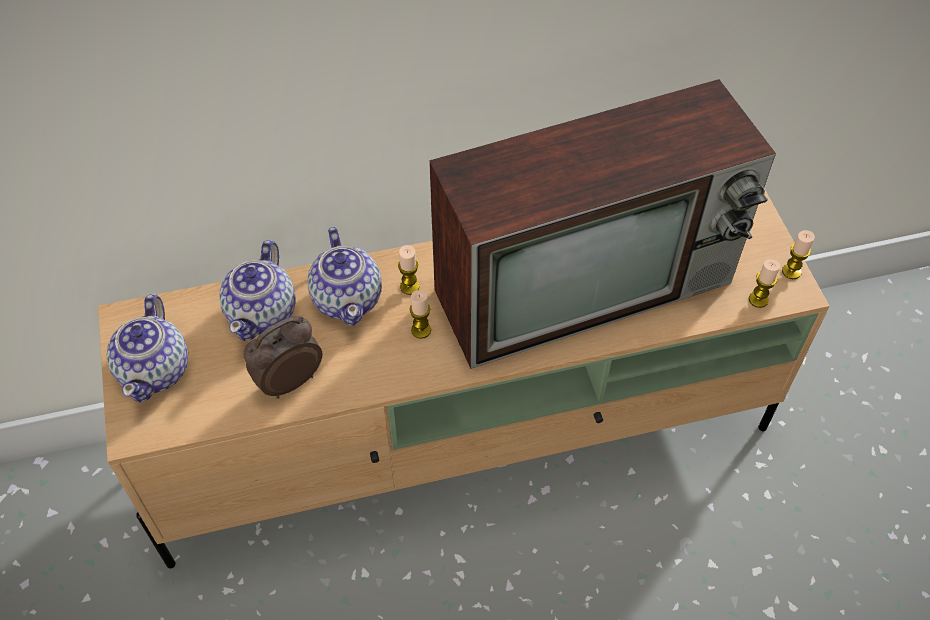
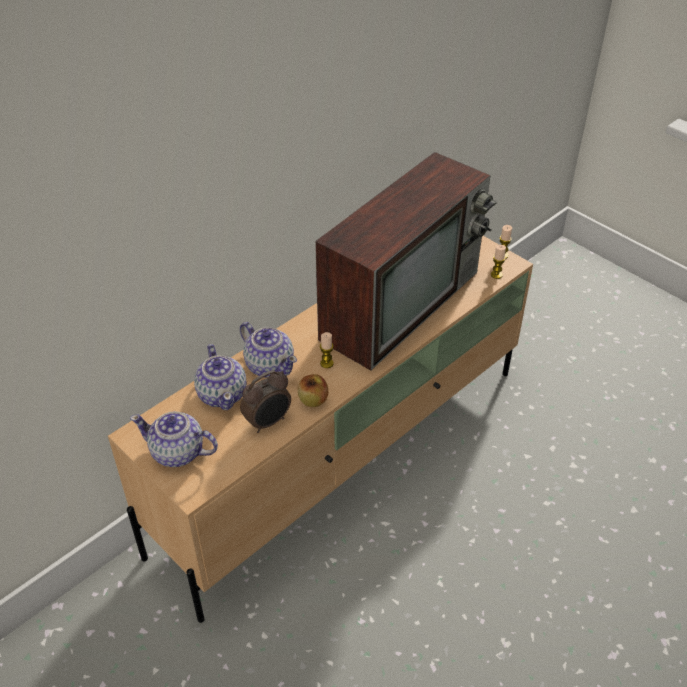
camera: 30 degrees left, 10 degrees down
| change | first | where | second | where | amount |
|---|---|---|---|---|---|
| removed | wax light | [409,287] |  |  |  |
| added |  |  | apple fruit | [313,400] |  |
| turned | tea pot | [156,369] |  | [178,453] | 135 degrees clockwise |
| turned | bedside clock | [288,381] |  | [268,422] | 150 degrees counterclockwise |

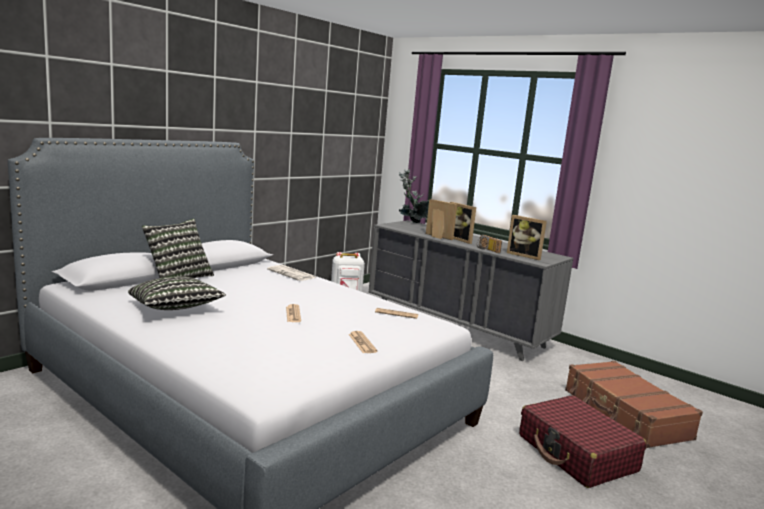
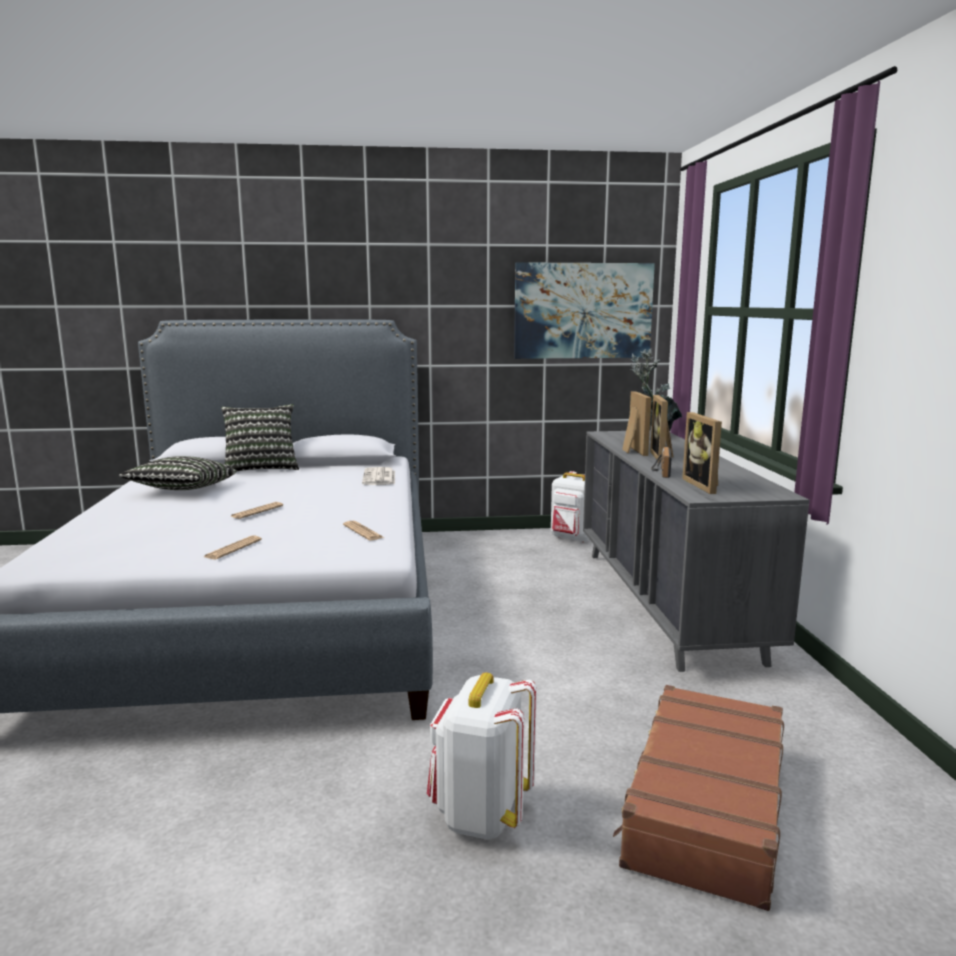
camera: 45 degrees right, 0 degrees up
| change | first | where | second | where | amount |
|---|---|---|---|---|---|
| added |  |  | wall art | [583,311] |  |
| replaced | reddish suitcase | [576,454] | white-coloured backpack | [481,814] |  |

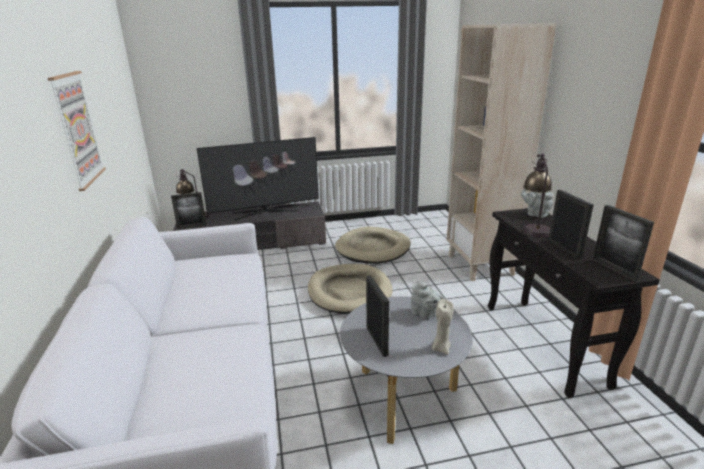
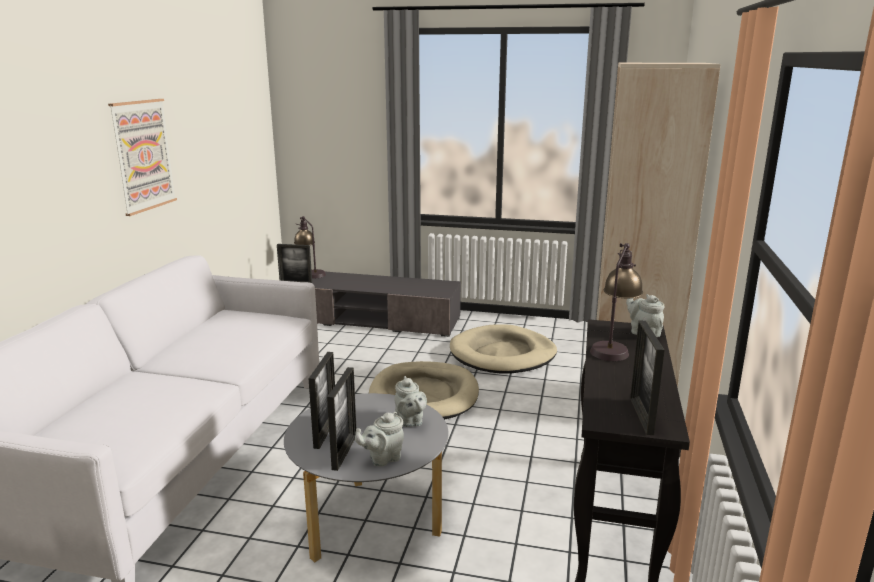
camera: 25 degrees right, 5 degrees down
| change | first | where | second | where | amount |
|---|---|---|---|---|---|
| removed | TV | [265,212] |  |  |  |
| moved | standing frame | [564,249] |  | [344,452] |  |
| replaced | beige-coloured wax light | [441,348] | gray tea pot | [382,458] |  |

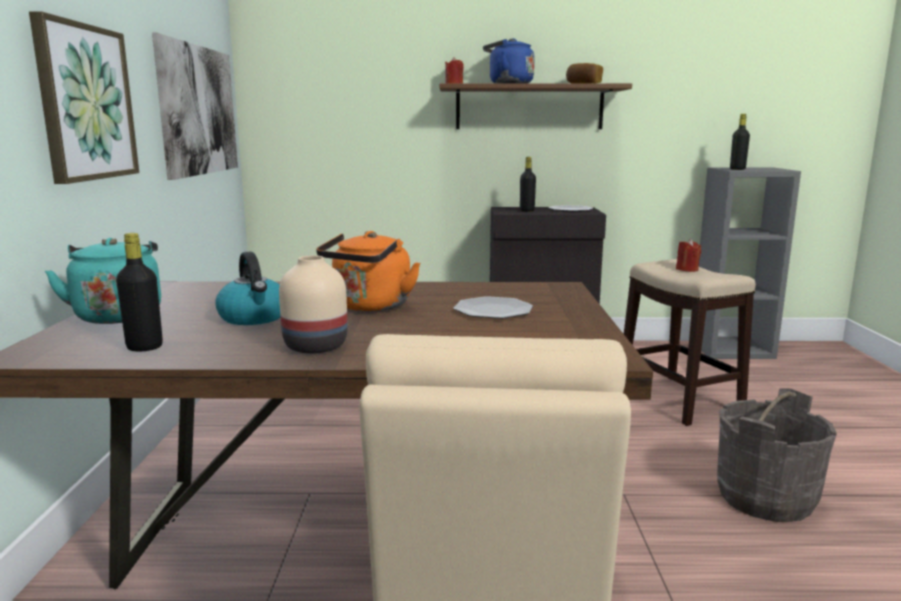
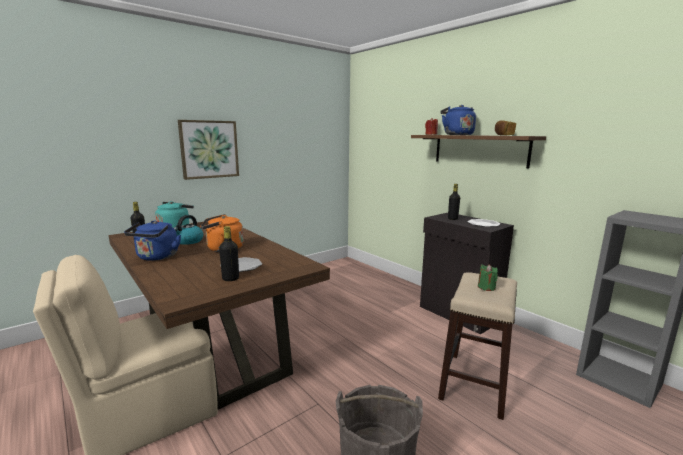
camera: 50 degrees right, 0 degrees up
| change | first | where | second | where | amount |
|---|---|---|---|---|---|
| removed | wall art | [199,110] |  |  |  |
| moved | black beverage bottle | [737,169] |  | [230,279] |  |
| replaced | beige-coloured decorative vase | [315,347] | bluish kettle | [156,257] |  |
| recoloured | reddish wax light | [687,269] | greenish wax light | [486,287] |  |

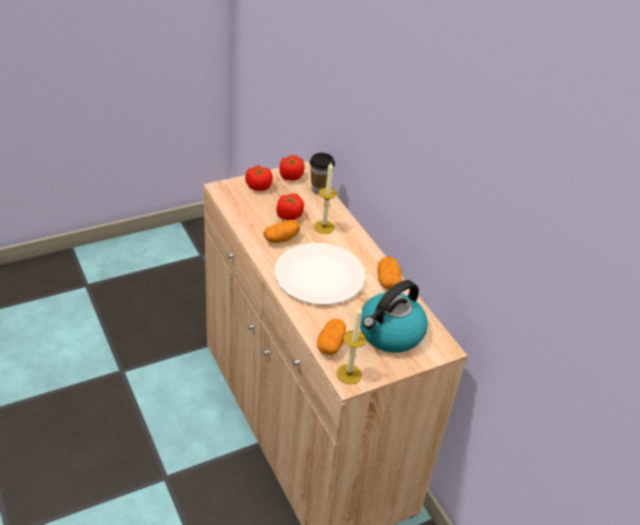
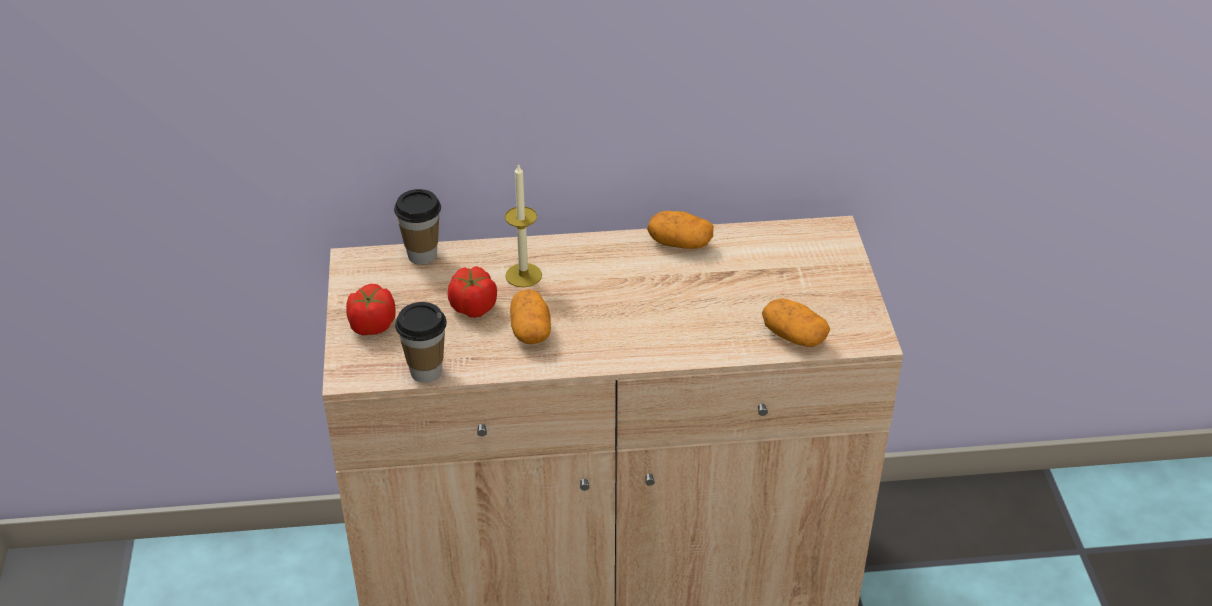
camera: 65 degrees left, 0 degrees up
| change | first | where | second | where | amount |
|---|---|---|---|---|---|
| removed | white-coloured plate | [319,276] |  |  |  |
| removed | whole tomato | [291,176] |  |  |  |
| removed | wax light | [349,374] |  |  |  |
| removed | kettle | [390,333] |  |  |  |
| added |  |  | drinking cup | [426,371] |  |

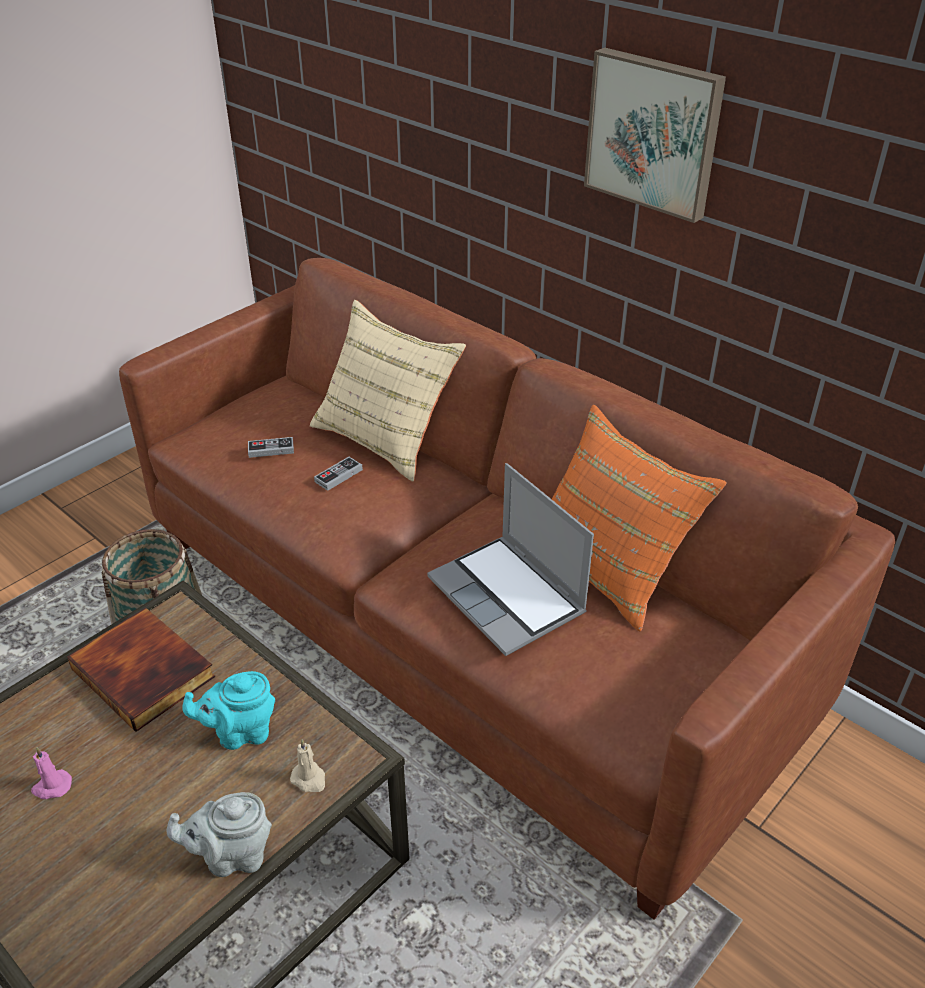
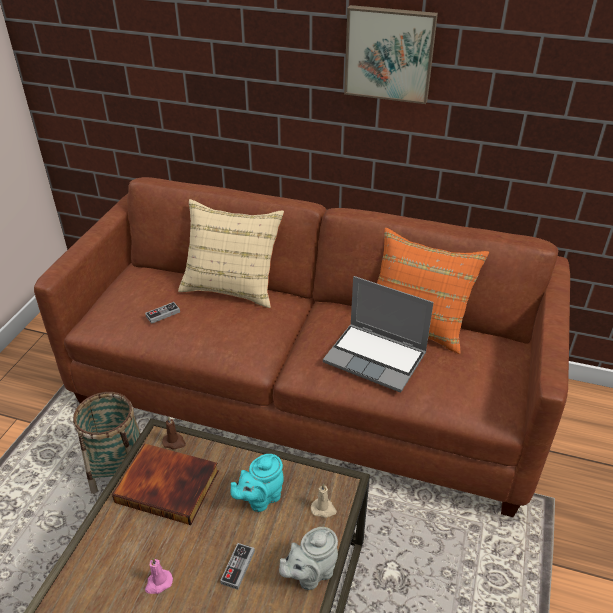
camera: 25 degrees left, 0 degrees up
| change | first | where | second | where | amount |
|---|---|---|---|---|---|
| added |  |  | brown wax light | [174,442] |  |
| moved | gamepad | [338,476] |  | [238,567] |  |

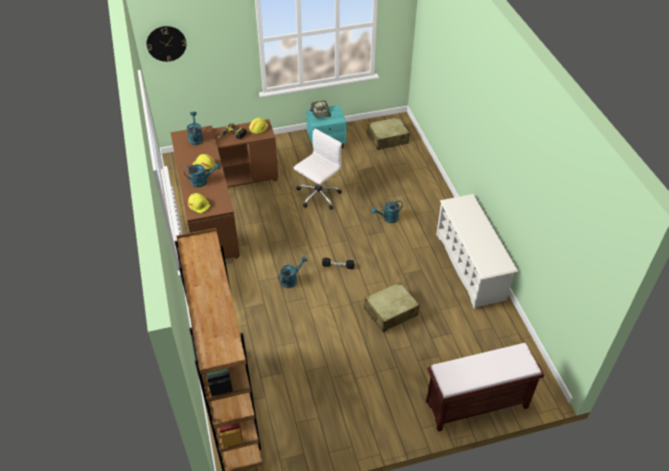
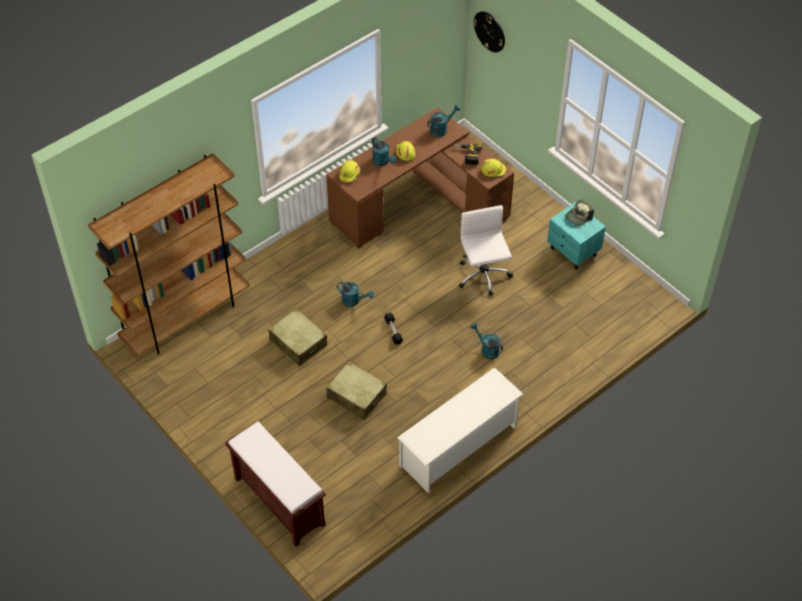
camera: 65 degrees right, 5 degrees up
| change | first | where | second | where | amount |
|---|---|---|---|---|---|
| moved | beige-coloured suitcase | [387,139] |  | [298,342] |  |
| turned | white-coloured computer chair | [318,196] |  | [483,276] | 120 degrees counterclockwise |

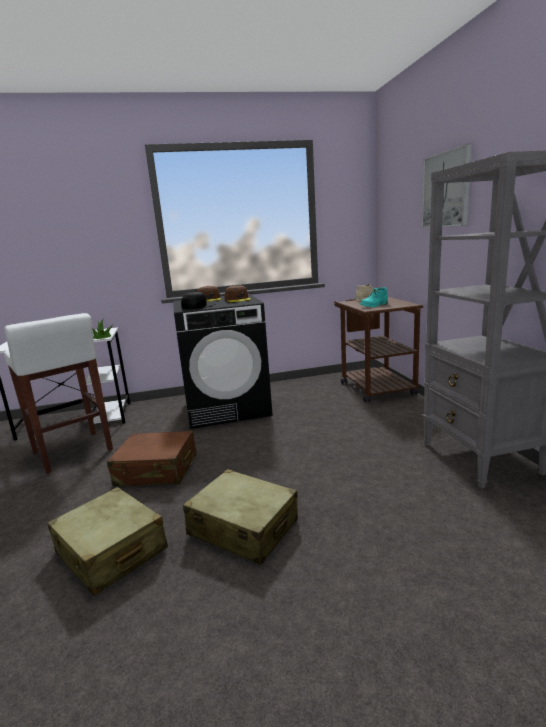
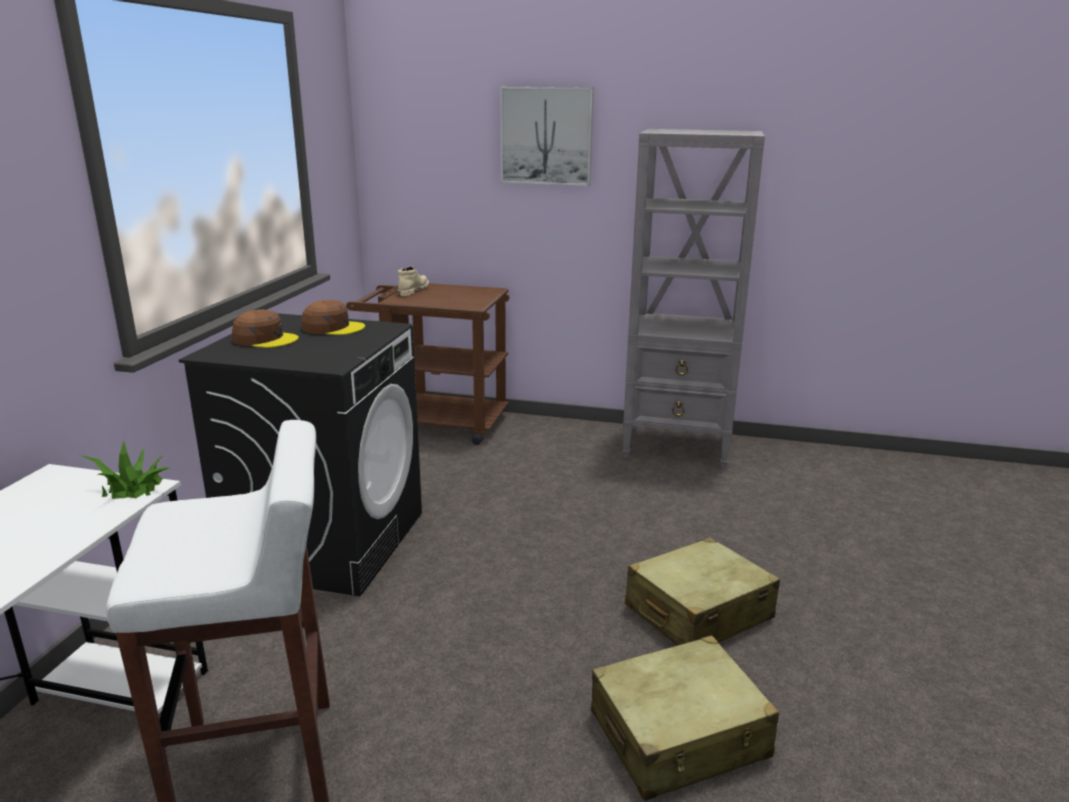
camera: 65 degrees left, 5 degrees up
| change | first | where | second | where | amount |
|---|---|---|---|---|---|
| removed | brown suitcase | [157,470] |  |  |  |
| removed | black baseball cap | [198,306] |  |  |  |
| removed | turquoise high-top boot | [374,305] |  |  |  |

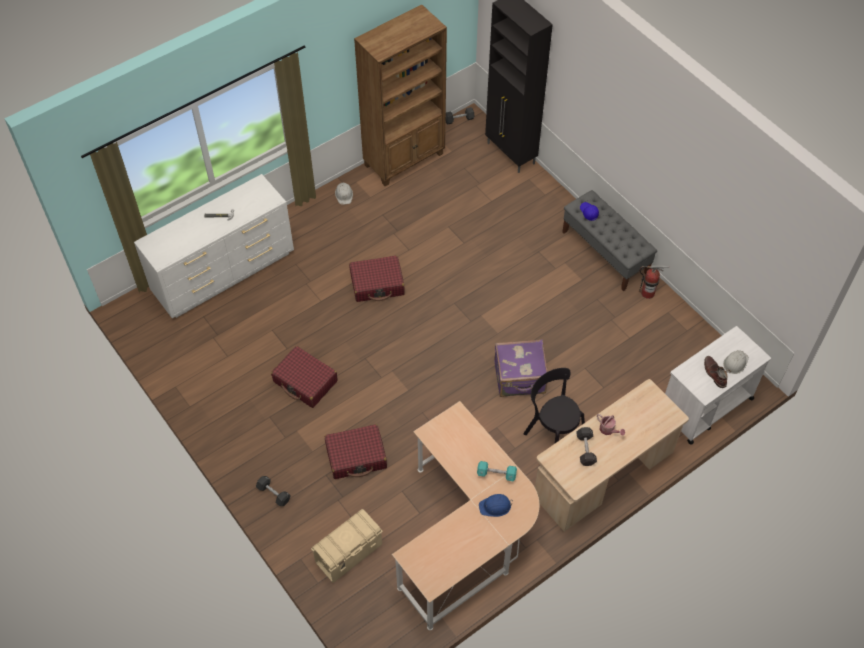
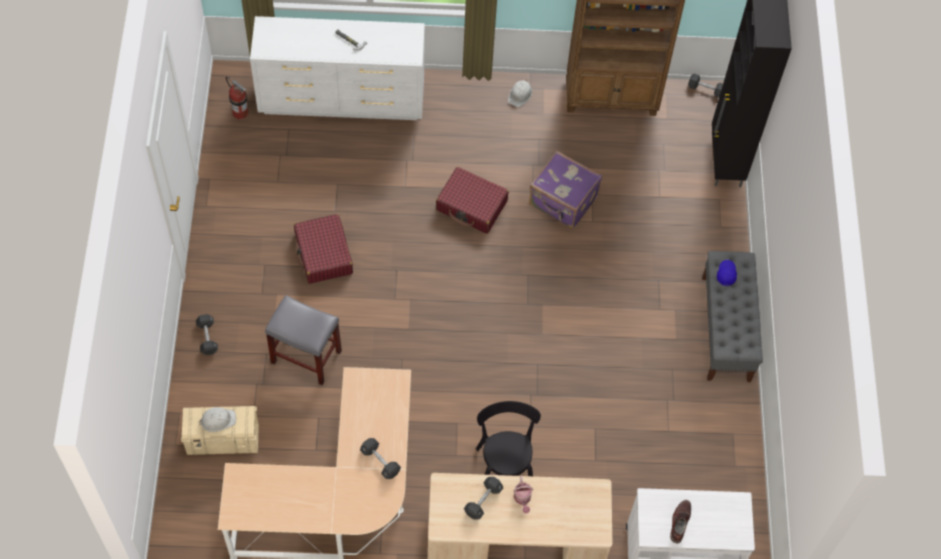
camera: 35 degrees right, 5 degrees up
| change | first | where | second | where | amount |
|---|---|---|---|---|---|
| removed | bluish hard hat | [495,506] |  |  |  |
| moved | purple suitcase | [520,379] |  | [562,202] |  |
| moved | fire-fighting cylinder | [648,293] |  | [240,112] |  |
| moved | white-coloured hard hat | [735,363] |  | [217,420] |  |
| replaced | reddish suitcase | [356,456] | gray stool | [307,357] |  |
| recoloured | turquoise hand weight | [496,474] | black hand weight | [380,461] |  |

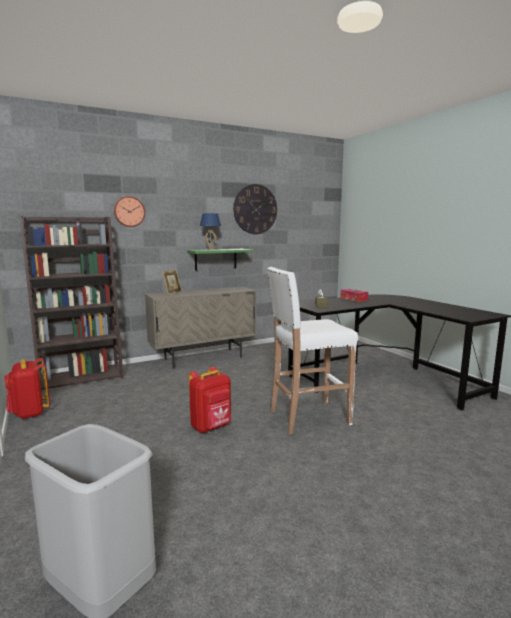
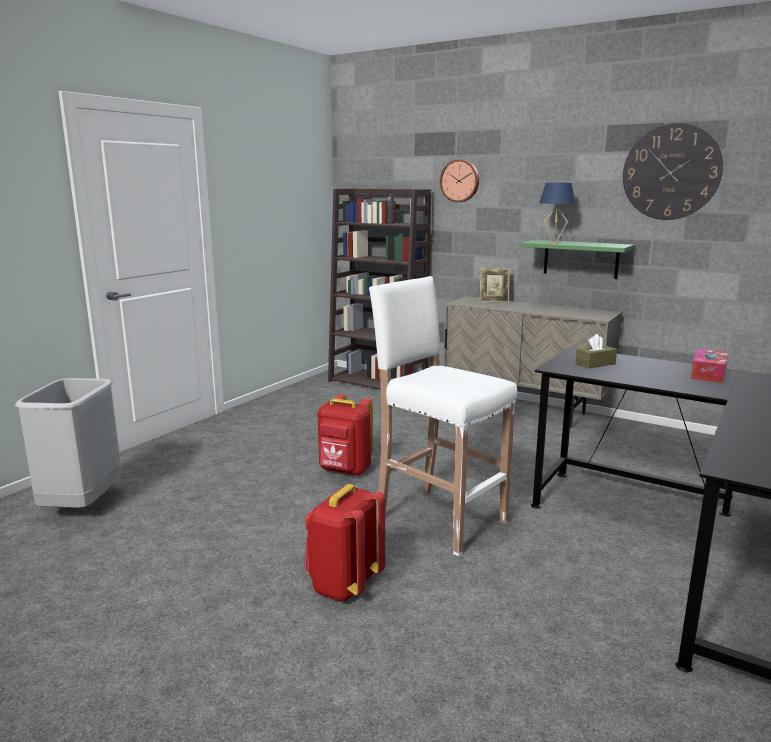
camera: 60 degrees right, 5 degrees up
| change | first | where | second | where | amount |
|---|---|---|---|---|---|
| moved | reddish backpack | [29,413] |  | [343,585] |  |

